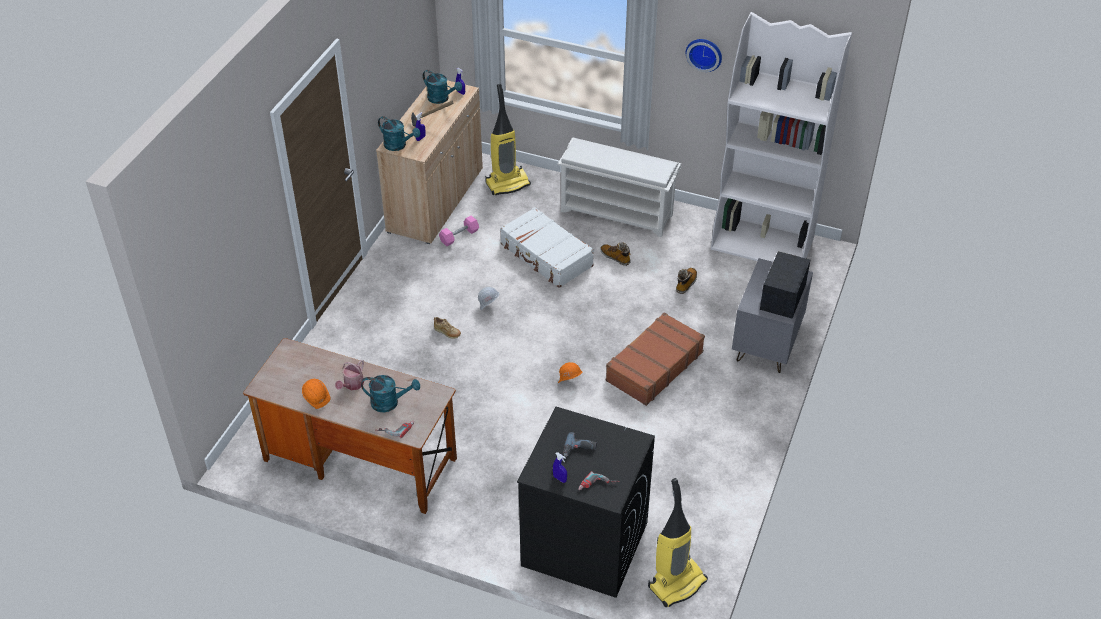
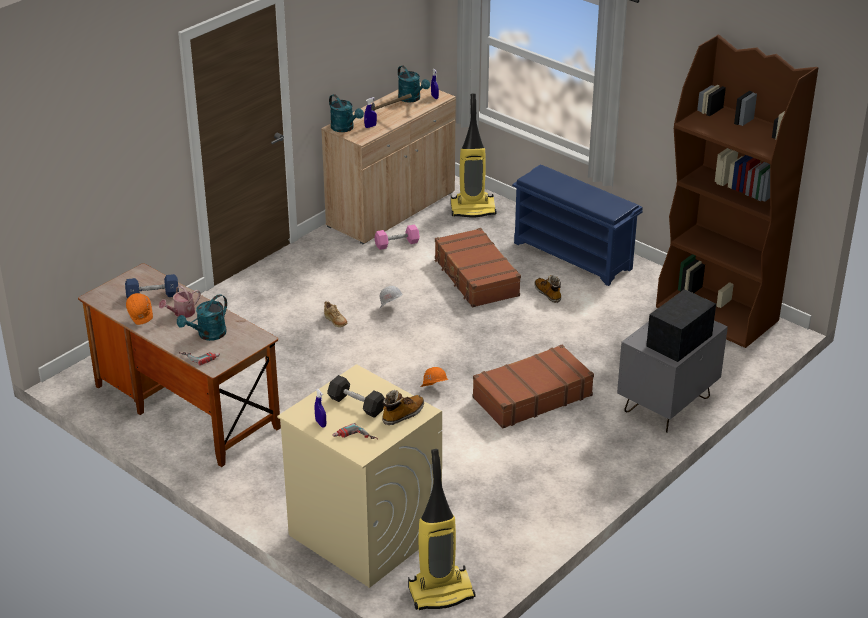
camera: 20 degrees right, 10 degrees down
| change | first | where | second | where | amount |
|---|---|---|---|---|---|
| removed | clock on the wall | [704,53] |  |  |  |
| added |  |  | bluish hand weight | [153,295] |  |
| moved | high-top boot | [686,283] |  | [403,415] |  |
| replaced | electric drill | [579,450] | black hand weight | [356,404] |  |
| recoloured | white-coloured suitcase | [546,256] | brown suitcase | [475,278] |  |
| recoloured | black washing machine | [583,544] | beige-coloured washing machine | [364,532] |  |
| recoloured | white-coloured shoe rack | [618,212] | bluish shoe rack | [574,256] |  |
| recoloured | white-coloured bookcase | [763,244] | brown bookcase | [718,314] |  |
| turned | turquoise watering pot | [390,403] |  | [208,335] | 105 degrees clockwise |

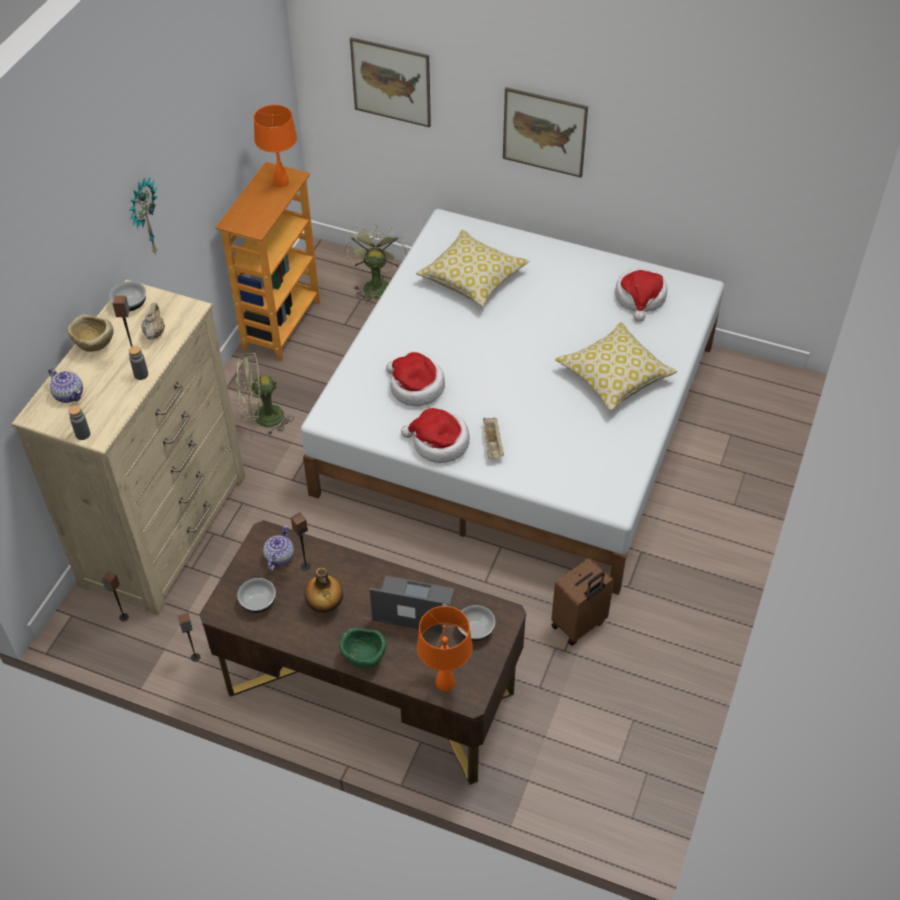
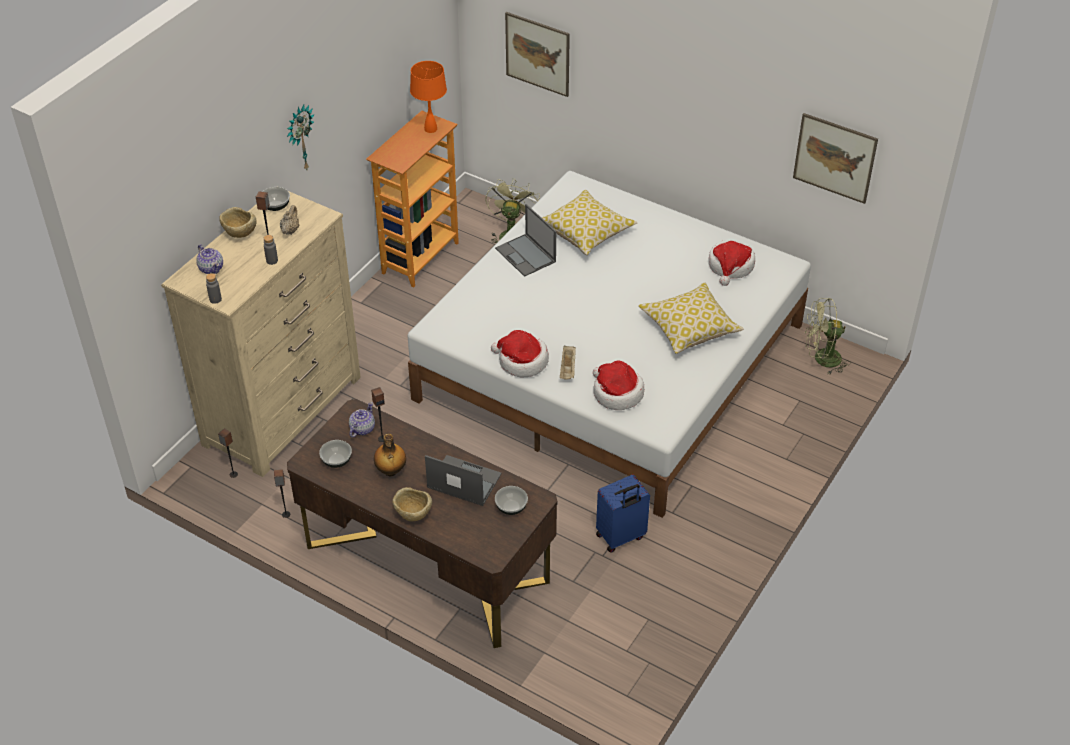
camera: 10 degrees right, 5 degrees down
| change | first | where | second | where | amount |
|---|---|---|---|---|---|
| removed | orange-coloured lamp for a table | [444,683] |  |  |  |
| added |  |  | portable computer | [526,255] |  |
| moved | greenish electric fan | [262,418] |  | [821,359] |  |
| moved | clothing hat | [415,387] |  | [616,393] |  |
| moved | wall art | [544,132] |  | [834,158] |  |
| recoloured | greenish serving bowl | [364,658] | beige-coloured serving bowl | [413,515] |  |
| recoloured | brown suitcase | [579,625] | bluish suitcase | [621,537] |  |

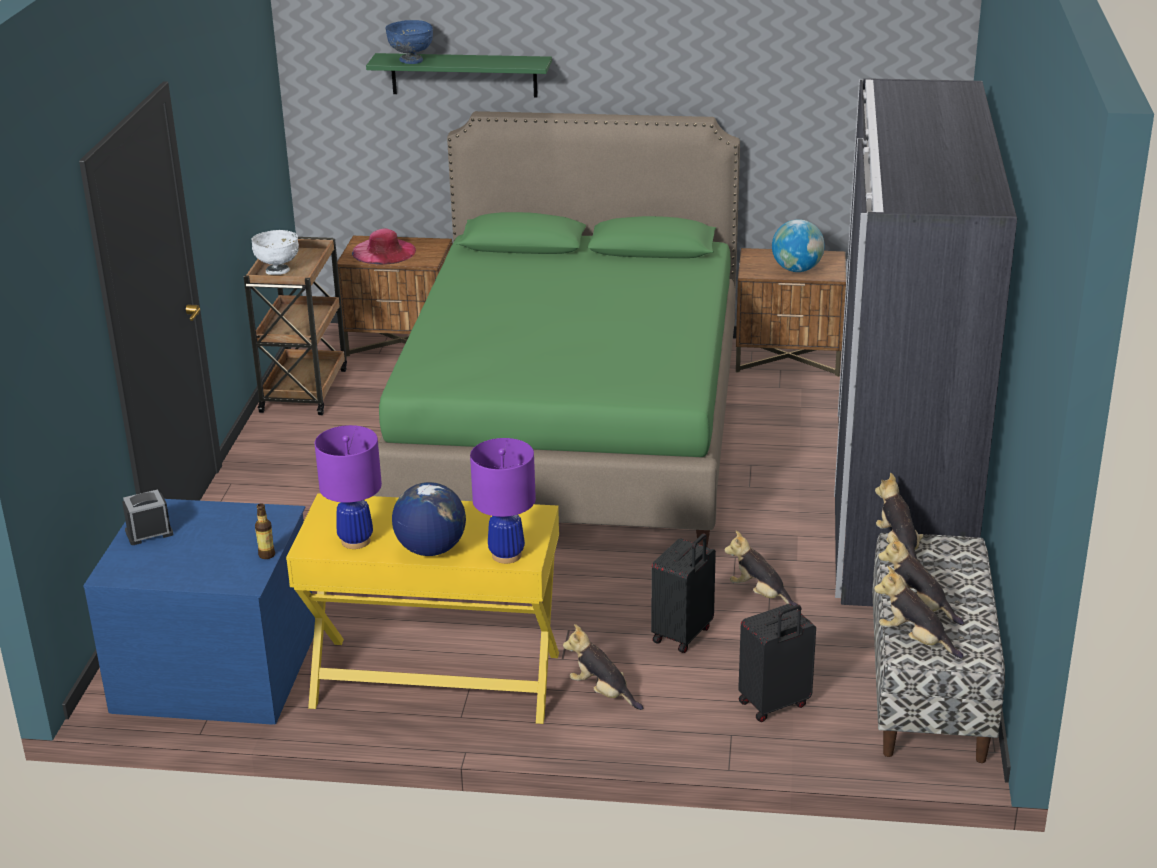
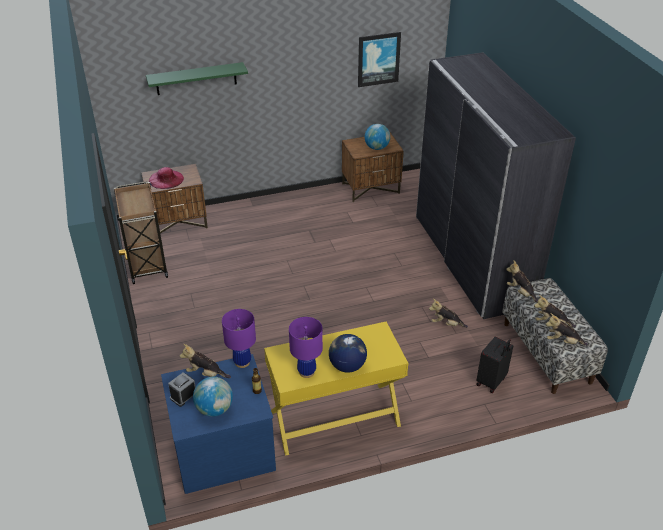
camera: 25 degrees left, 10 degrees up
| change | first | where | second | where | amount |
|---|---|---|---|---|---|
| removed | white-coloured serving bowl | [278,271] |  |  |  |
| removed | greenish sleeping bed | [572,427] |  |  |  |
| removed | bluish serving bowl | [411,61] |  |  |  |
| removed | black suitcase | [683,635] |  |  |  |
| added |  |  | world globe | [214,409] |  |
| added |  |  | wall art | [378,59] |  |
| moved | purple lamp for a table | [507,555] |  | [242,362] |  |
| moved | plush toy | [602,692] |  | [205,373] |  |

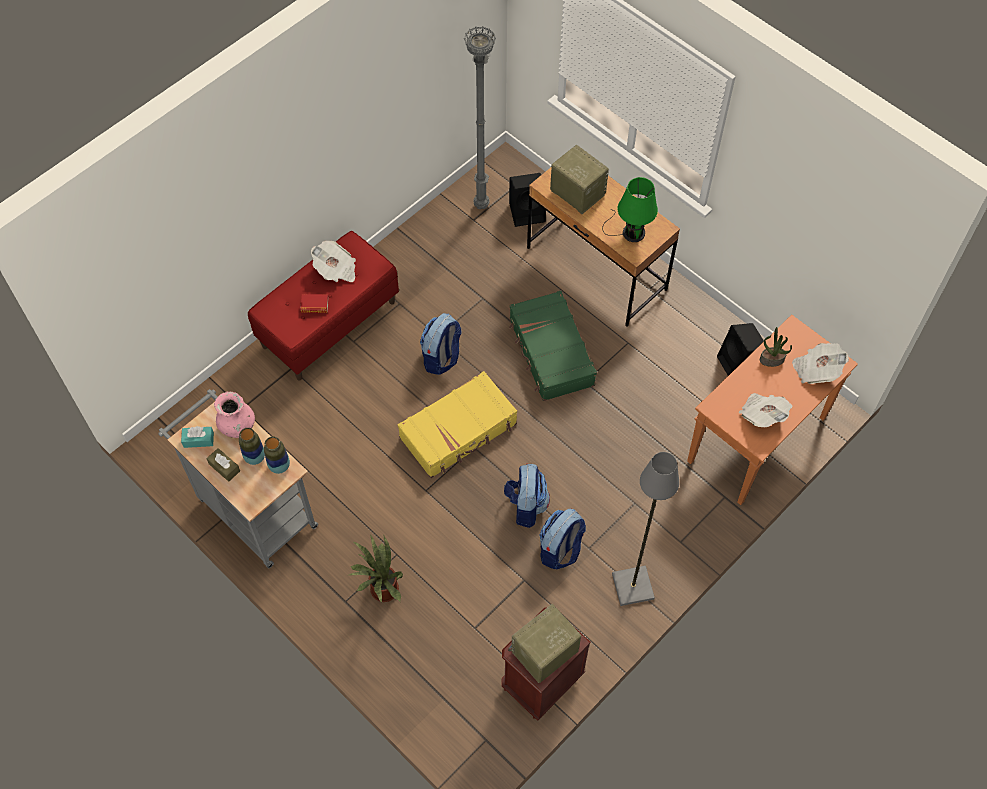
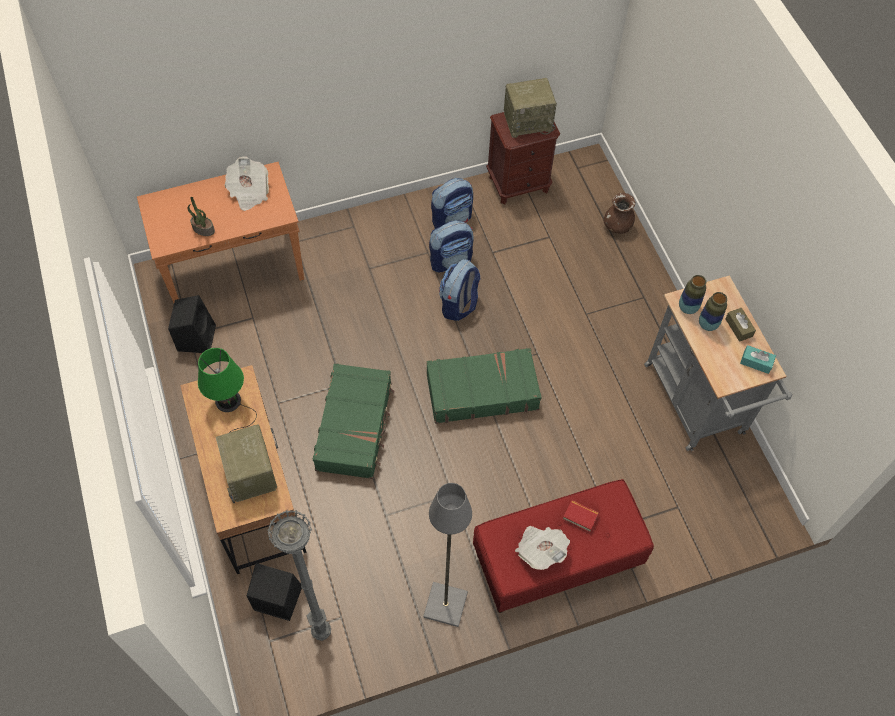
camera: 155 degrees left, 0 degrees up
| change | first | where | second | where | amount |
|---|---|---|---|---|---|
| removed | pink-coloured decorative vase | [238,426] |  |  |  |
| removed | potted plant | [381,589] |  |  |  |
| removed | newspaper | [816,370] |  |  |  |
| added |  |  | brown decorative vase | [617,226] |  |
| moved | backpack | [442,358] |  | [452,219] |  |
| moved | gray floor lamp | [631,586] |  | [446,605] |  |
| recoloured | yellowish suitcase | [459,431] | greenish suitcase | [481,391] |  |

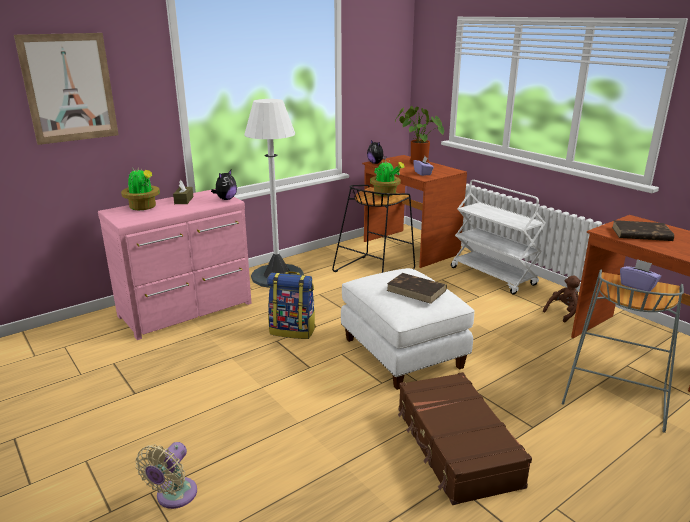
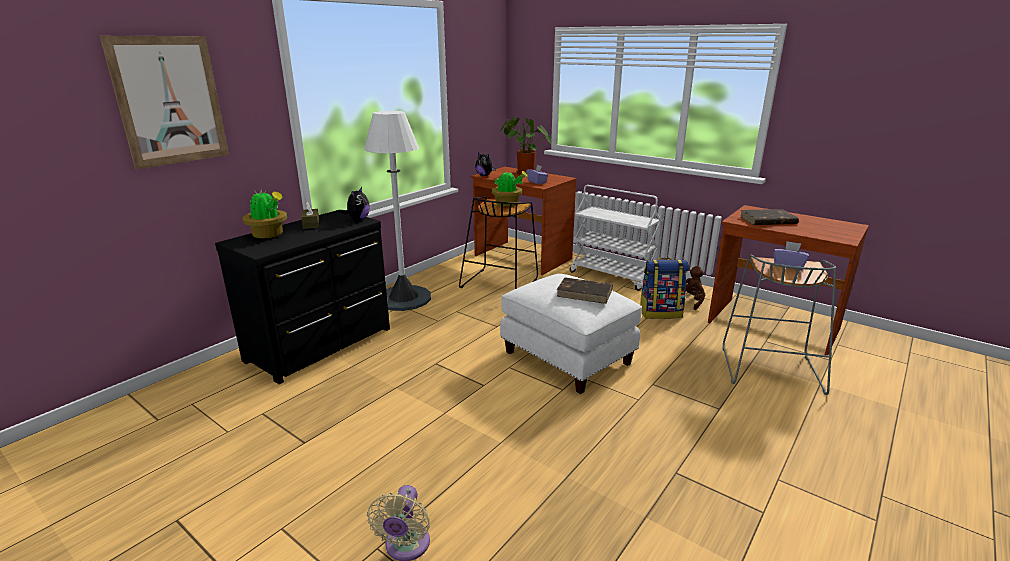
camera: 15 degrees left, 0 degrees up
| change | first | where | second | where | amount |
|---|---|---|---|---|---|
| removed | brown suitcase | [455,447] |  |  |  |
| moved | backpack | [293,331] |  | [660,313] |  |
| recoloured | pink-coloured dresser | [188,310] | black dresser | [323,345] |  |

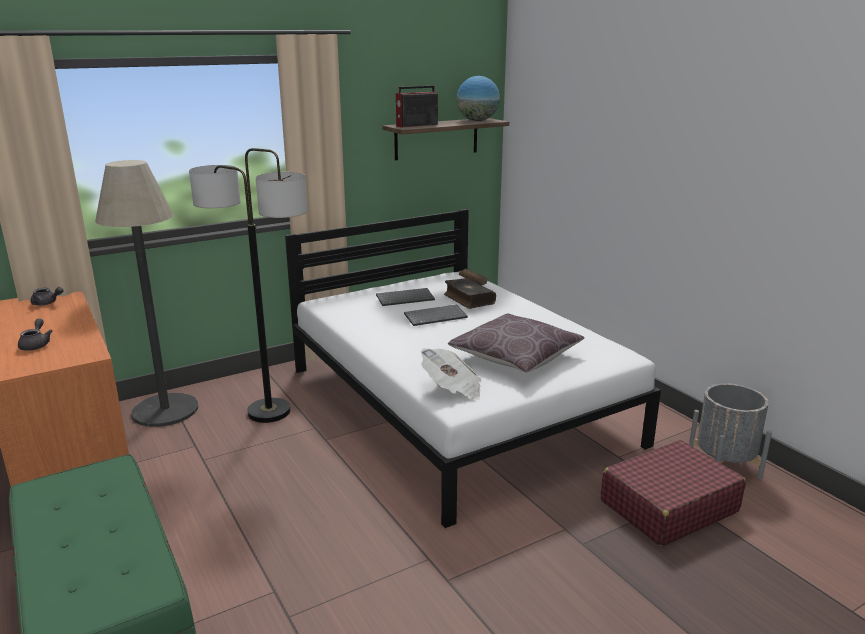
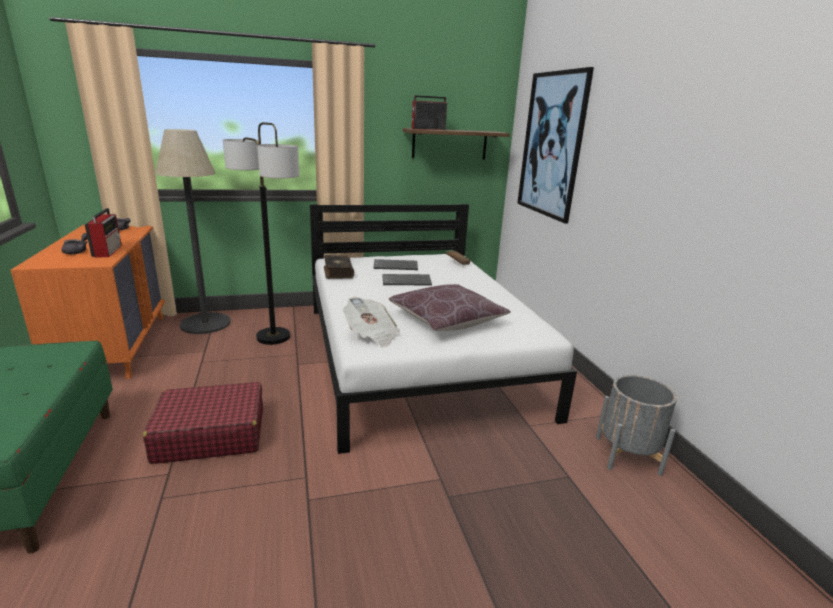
camera: 15 degrees right, 0 degrees up
| change | first | where | second | where | amount |
|---|---|---|---|---|---|
| removed | world globe | [477,120] |  |  |  |
| added |  |  | radio set | [108,251] |  |
| added |  |  | wall art | [551,145] |  |
| moved | book | [468,299] |  | [337,272] |  |
| moved | reddish suitcase | [668,506] |  | [210,434] |  |

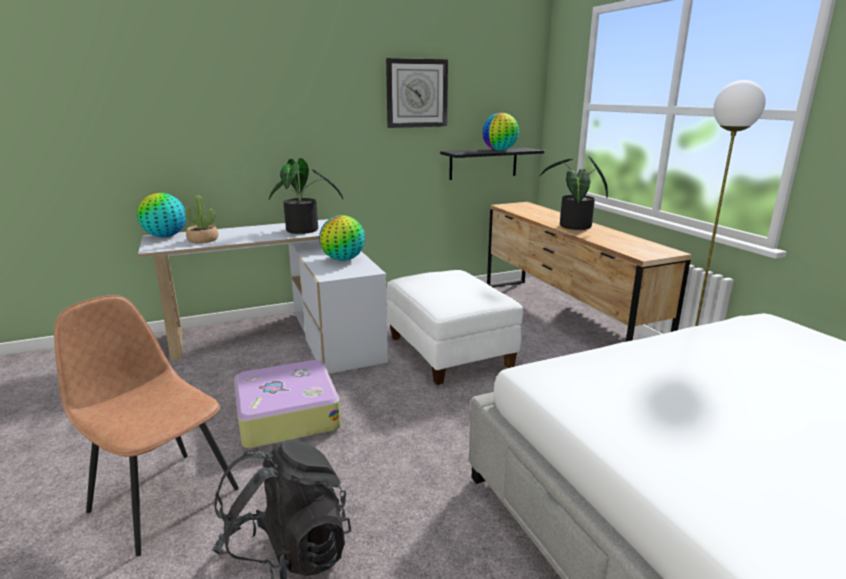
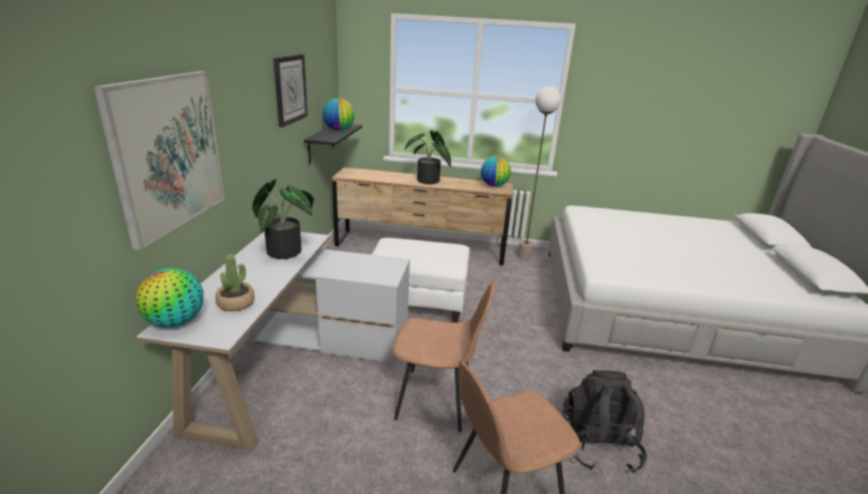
camera: 60 degrees left, 5 degrees up
| change | first | where | second | where | amount |
|---|---|---|---|---|---|
| added |  |  | wall art | [168,153] |  |
| moved | world globe | [343,259] |  | [494,185] |  |
| replaced | suitcase | [286,415] | brown plain chair | [437,400] |  |

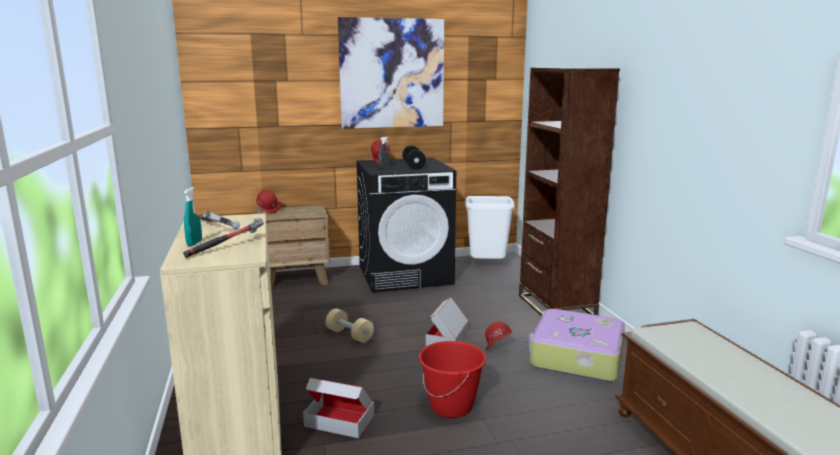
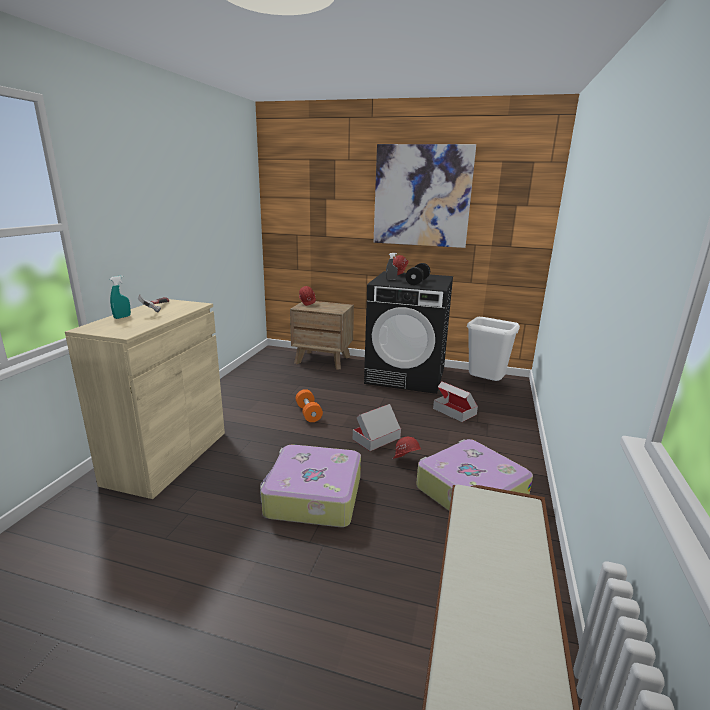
camera: 30 degrees right, 5 degrees up
| change | first | where | second | where | amount |
|---|---|---|---|---|---|
| removed | tool hammer | [229,247] |  |  |  |
| removed | brown bookcase | [556,306] |  |  |  |
| moved | carton | [339,421] |  | [454,411] |  |
| replaced | reddish water bucket | [451,406] | suitcase | [312,496] |  |
| recoloured | beige-coloured hand weight | [349,335] | orange-coloured hand weight | [308,413] |  |

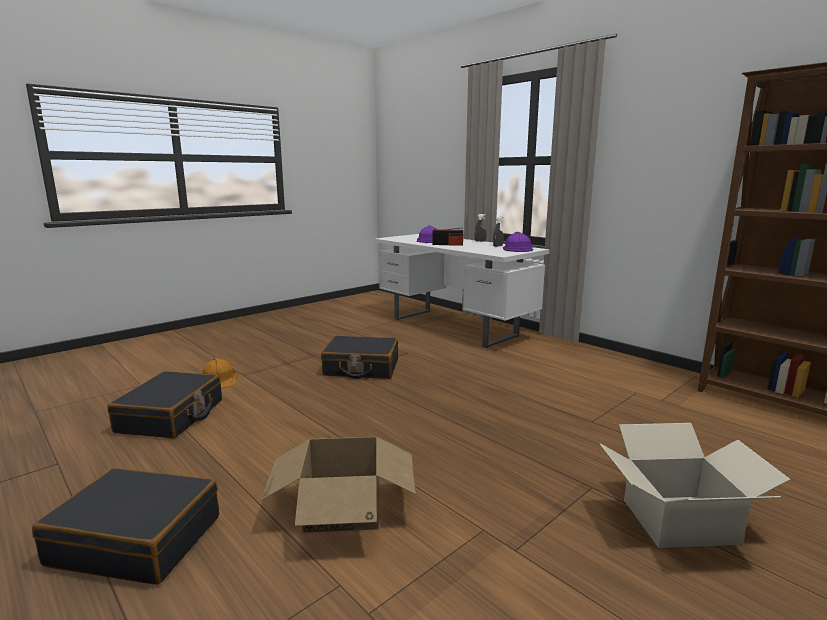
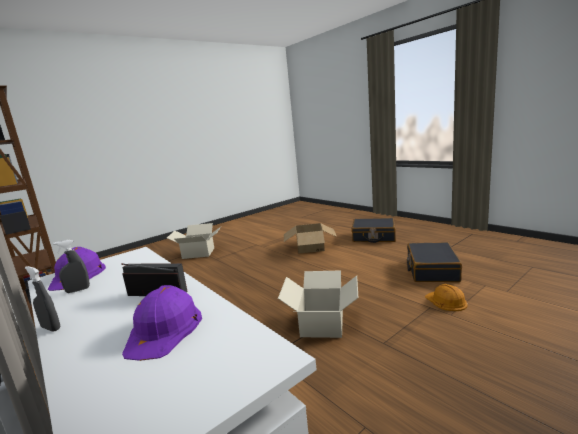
camera: 175 degrees left, 0 degrees up
| change | first | where | second | where | amount |
|---|---|---|---|---|---|
| replaced | black suitcase | [361,368] | carton | [321,323] |  |

